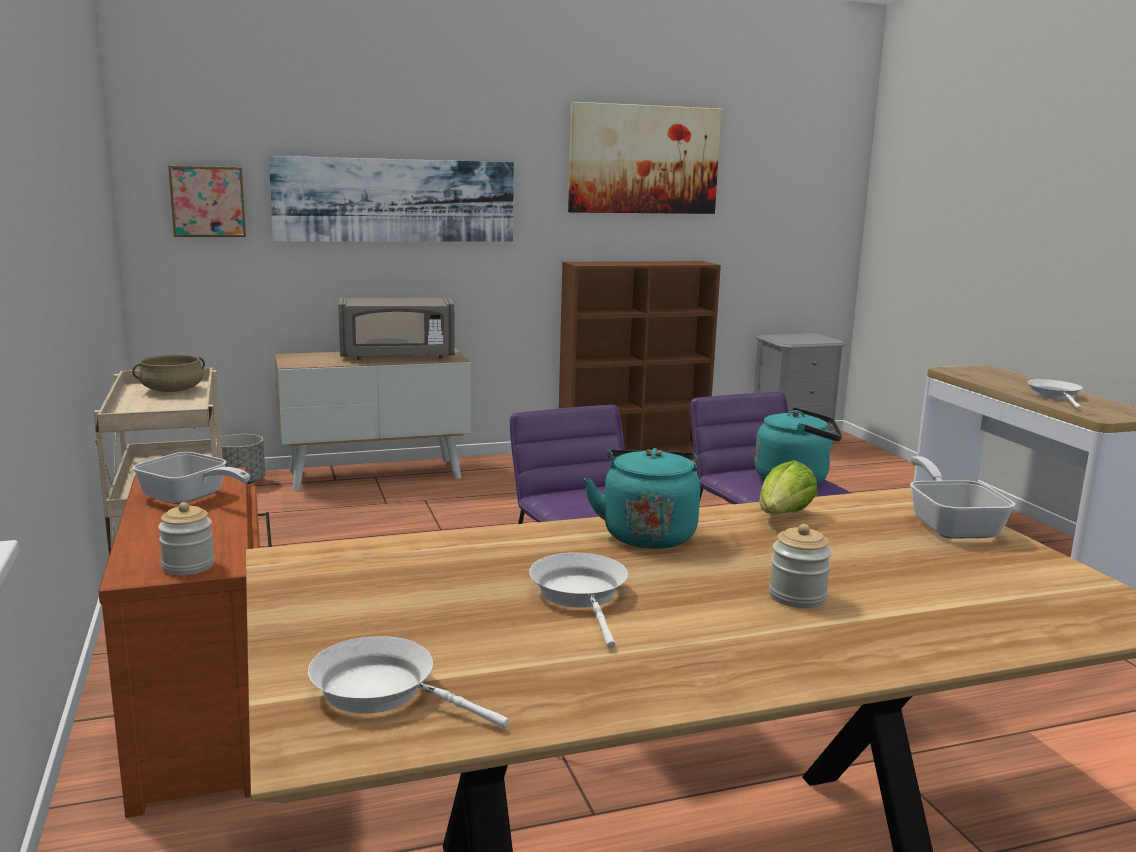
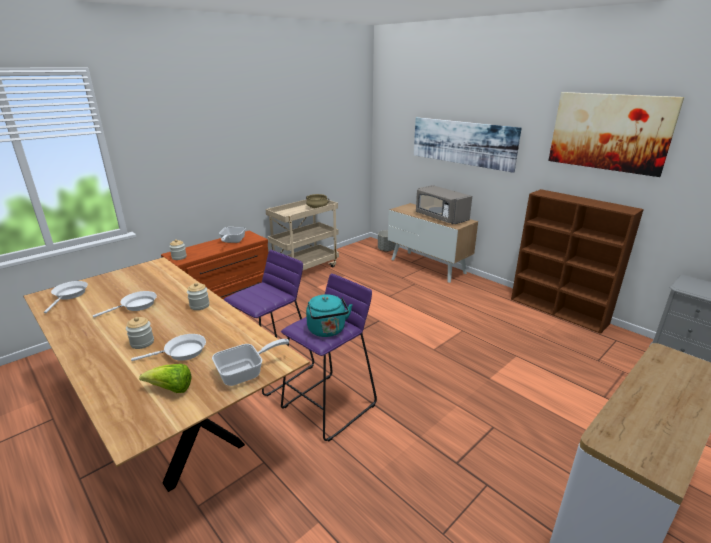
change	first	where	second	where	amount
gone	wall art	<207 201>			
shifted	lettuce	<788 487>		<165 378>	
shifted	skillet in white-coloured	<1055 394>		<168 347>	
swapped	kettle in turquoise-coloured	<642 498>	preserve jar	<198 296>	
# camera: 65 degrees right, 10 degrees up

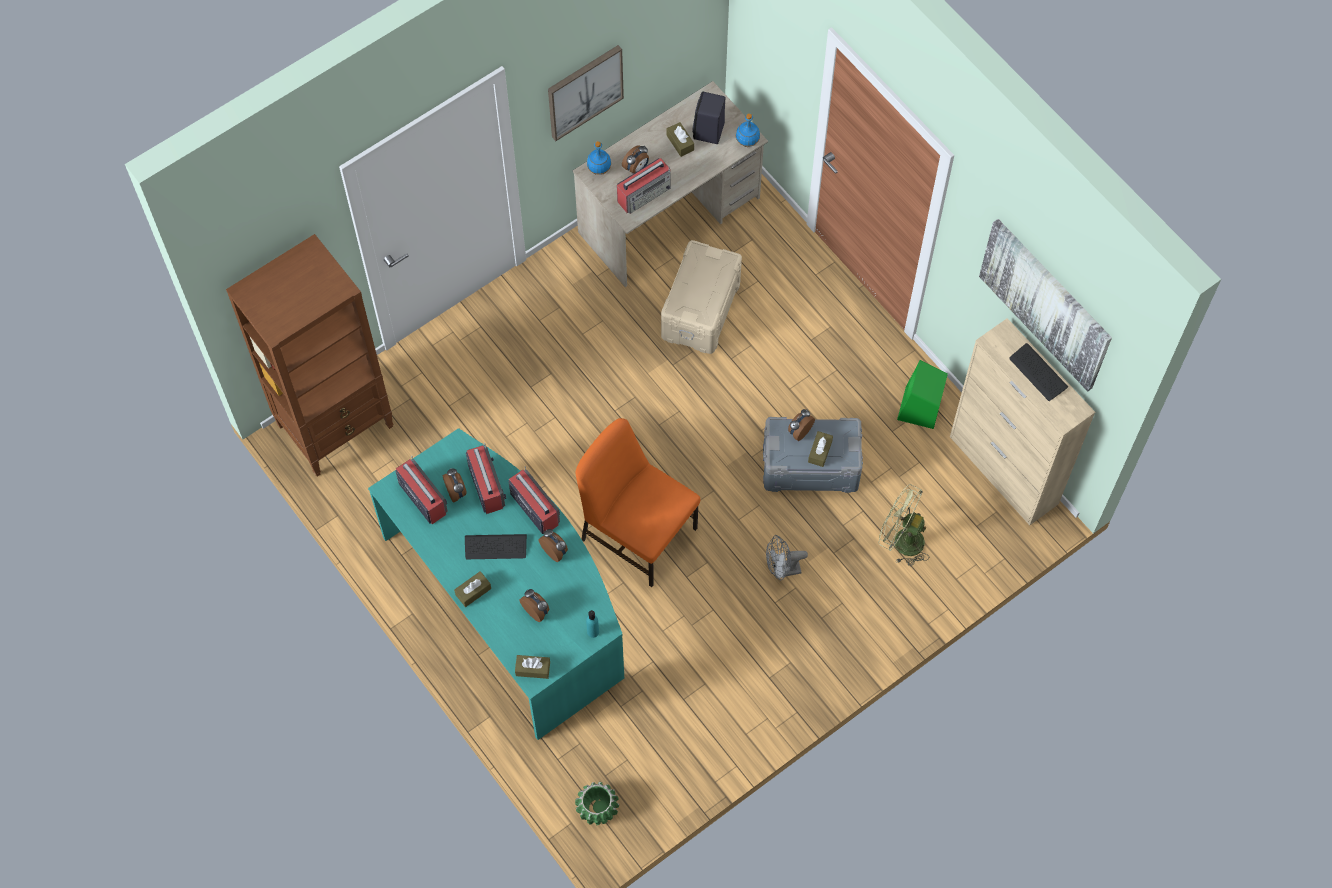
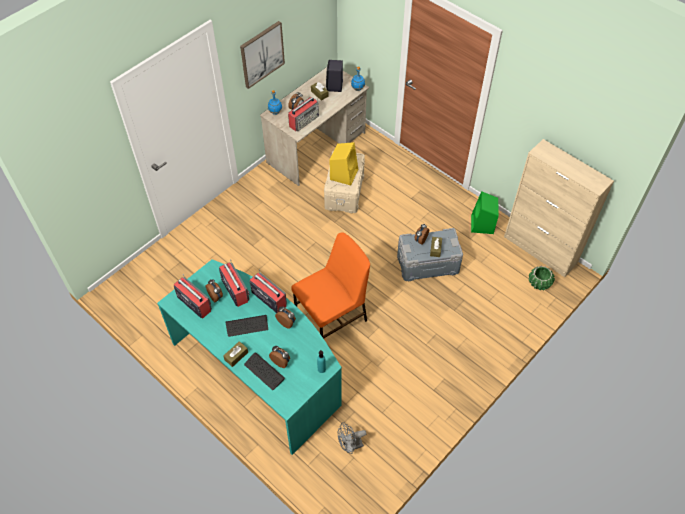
change	first	where	second	where	amount
gone	bookcase in brown-coloured	<309 355>			
gone	box of tissues in brown-coloured	<532 667>			
gone	cooling fan in green	<904 525>			
gone	wall art	<1045 305>			
new			loudspeaker in yellowish	<344 163>	
shifted	plant pot in green	<597 803>		<542 278>	
shifted	cooling fan in gray	<787 557>		<352 438>	
shifted	PC keyboard	<1038 372>		<264 371>	
rotated	upright chair in orange	<637 502>		<330 285>	120 degrees clockwise
# camera: 10 degrees left, 10 degrees down

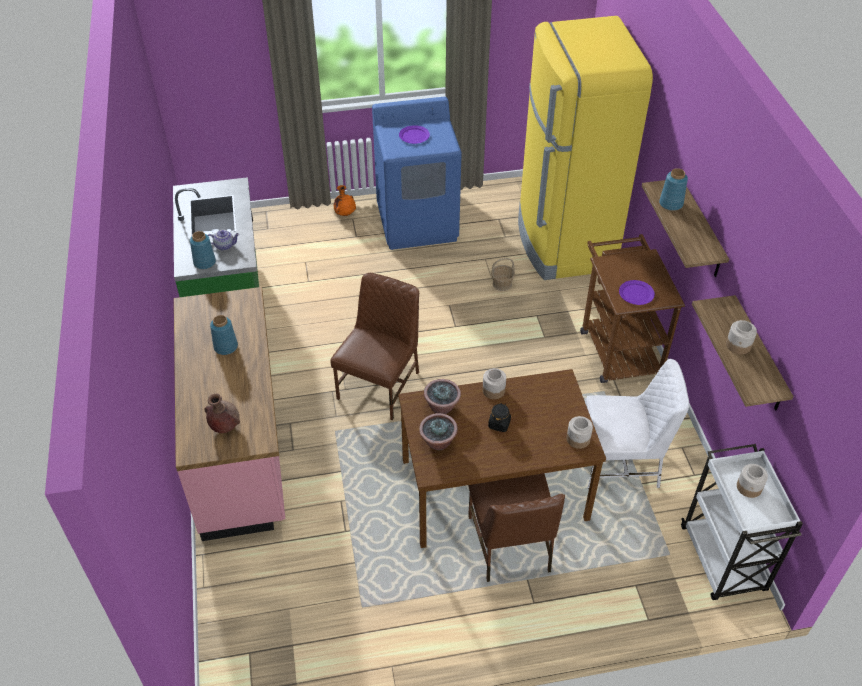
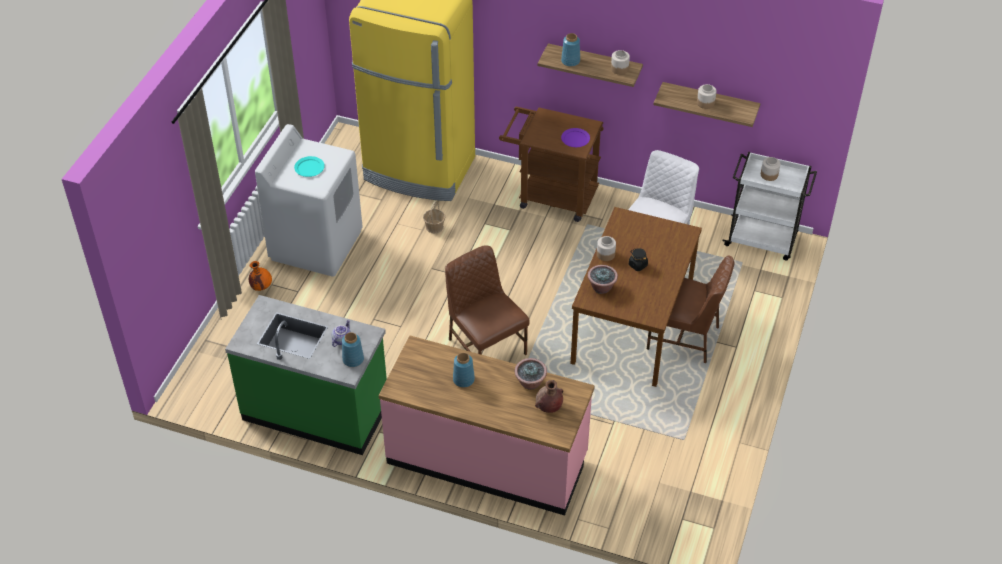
change	first	where	second	where	amount
shifted	houseplant	<438 431>		<531 374>	
shifted	preserve jar	<580 432>		<620 62>	
repainted	washing machine in blue-coloured	<417 173>	washing machine in white-coloured	<309 200>	
repainted	dinner plate in purple	<414 134>	dinner plate in turquoise-coloured	<309 166>	
# camera: 60 degrees left, 0 degrees up

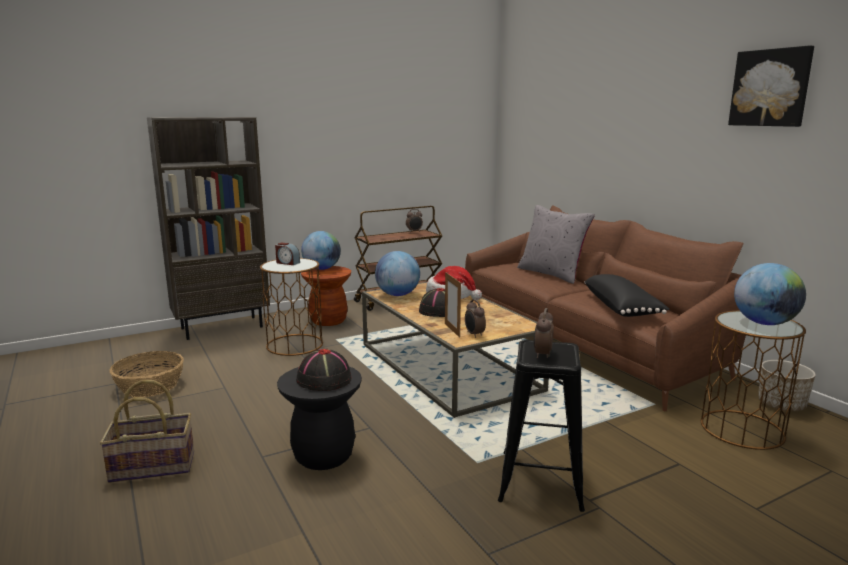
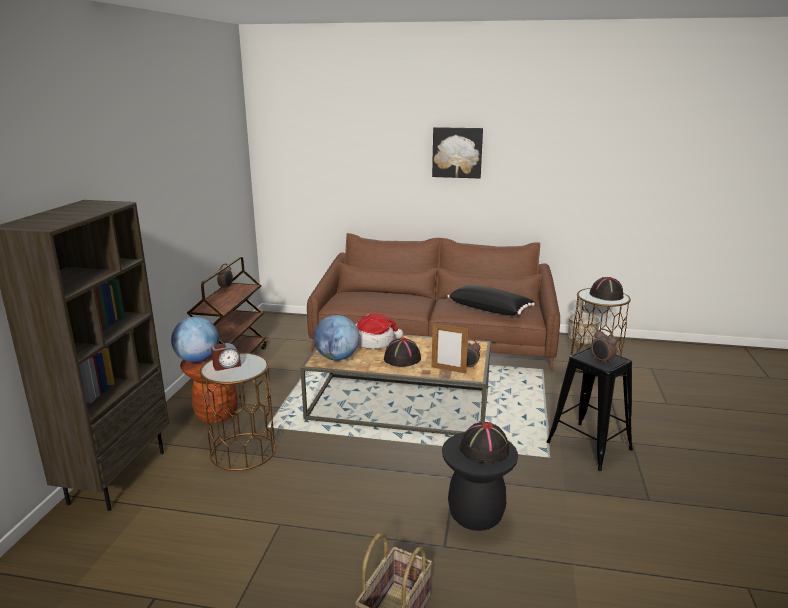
change	first	where	second	where	amount
gone	basket	<147 374>			
gone	throw pillow in gray	<556 244>			
shifted	wall art	<771 86>		<457 153>	
swapped	globe	<770 294>	clothing hat in black-coloured	<606 289>	
# camera: 50 degrees left, 5 degrees up

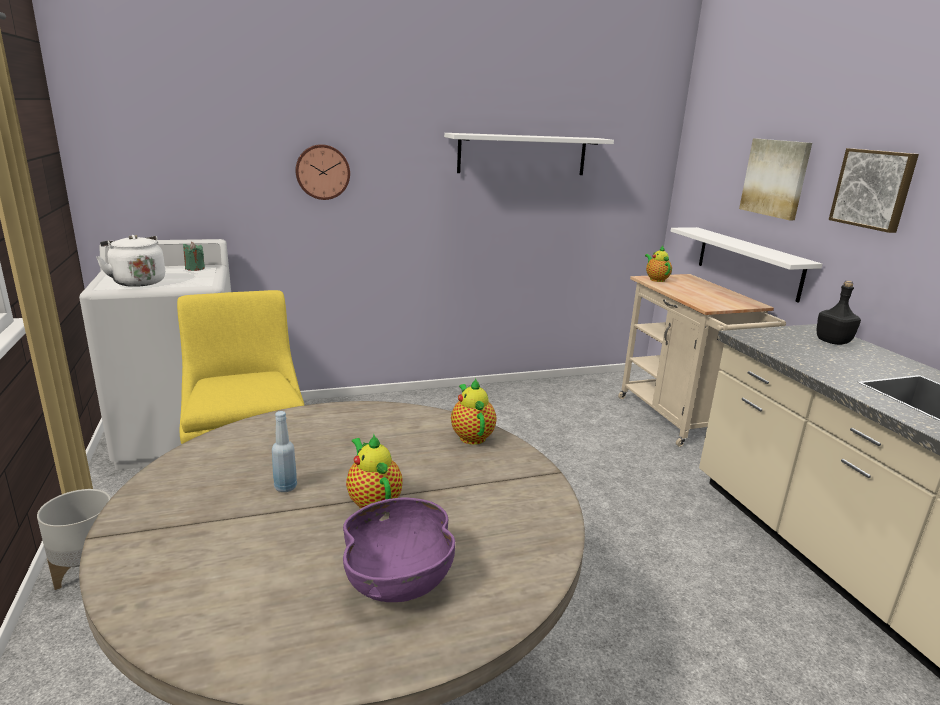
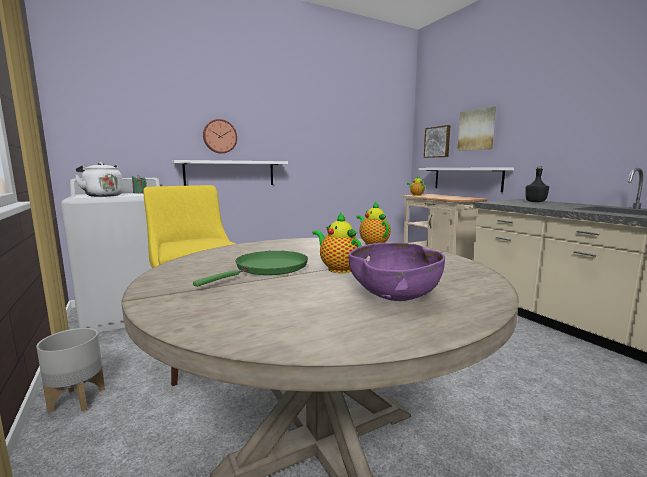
change	first	where	second	where	amount
shifted	shelf in white-coloured	<529 154>		<230 173>	
shifted	wall art	<874 190>		<437 141>	
swapped	beverage bottle in blue-coloured	<284 451>	skillet in green	<250 269>	
# camera: 10 degrees left, 10 degrees down

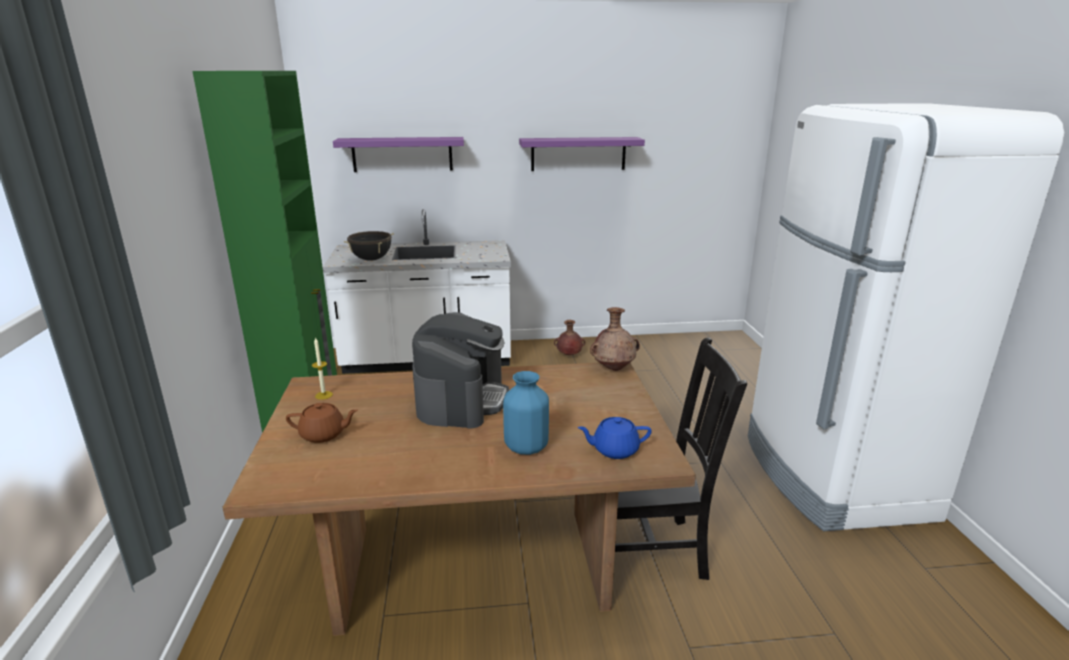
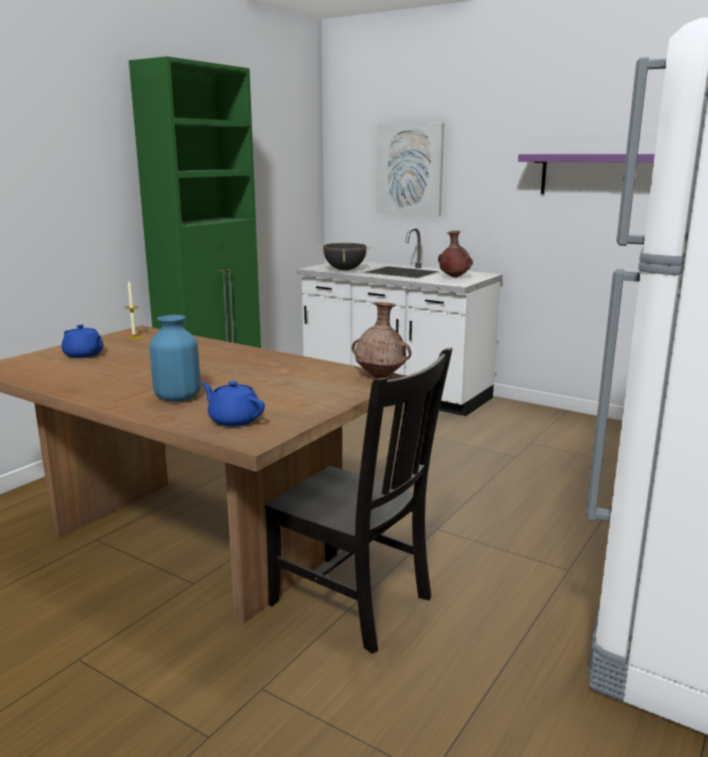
change	first	where	second	where	amount
gone	coffee maker	<460 370>			
shifted	decorative vase in brown-coloured	<569 337>		<455 254>	
swapped	shelf in purple	<398 154>	wall art	<410 170>	
repainted	pot for tea in brown-coloured	<322 423>	pot for tea in blue-coloured	<82 341>	
# camera: 40 degrees right, 5 degrees down

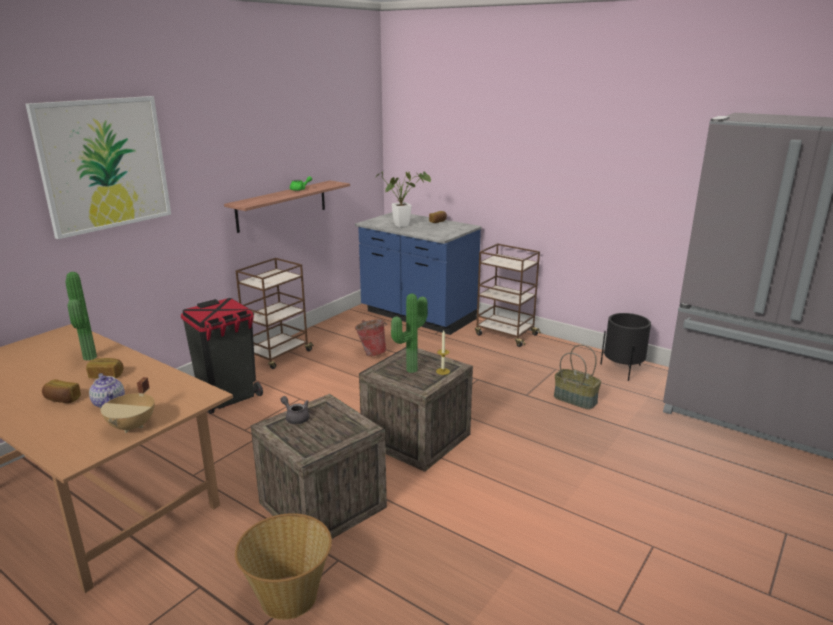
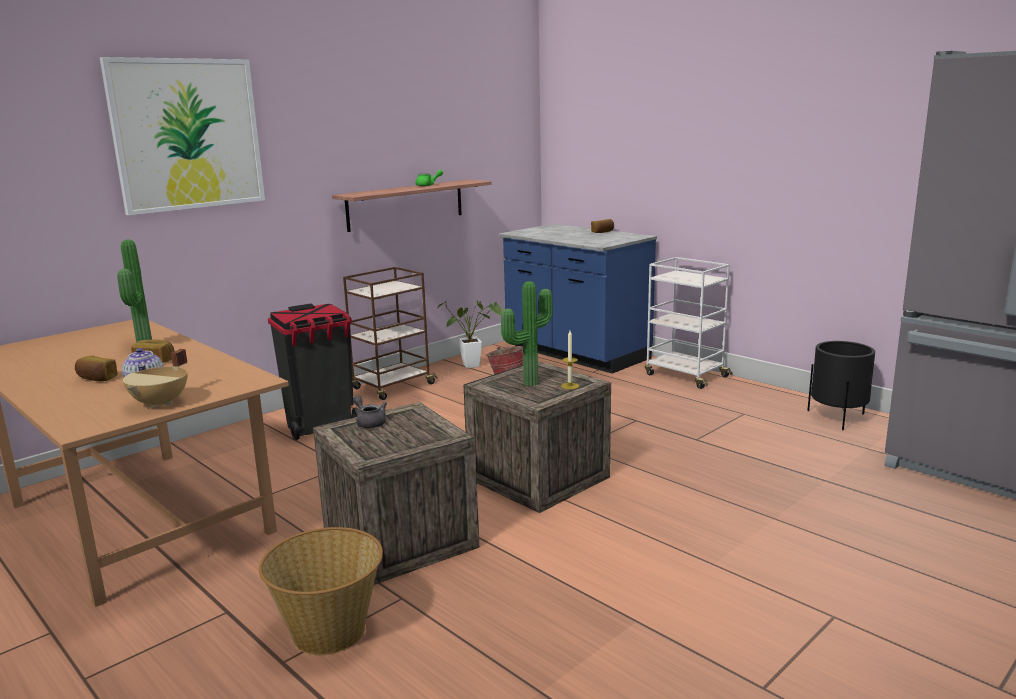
change	first	where	second	where	amount
gone	basket	<577 377>			
shifted	houseplant	<403 199>		<469 334>	
repainted	trolley in brown-coloured	<508 295>	trolley in white-coloured	<688 323>	
# camera: 10 degrees right, 5 degrees down

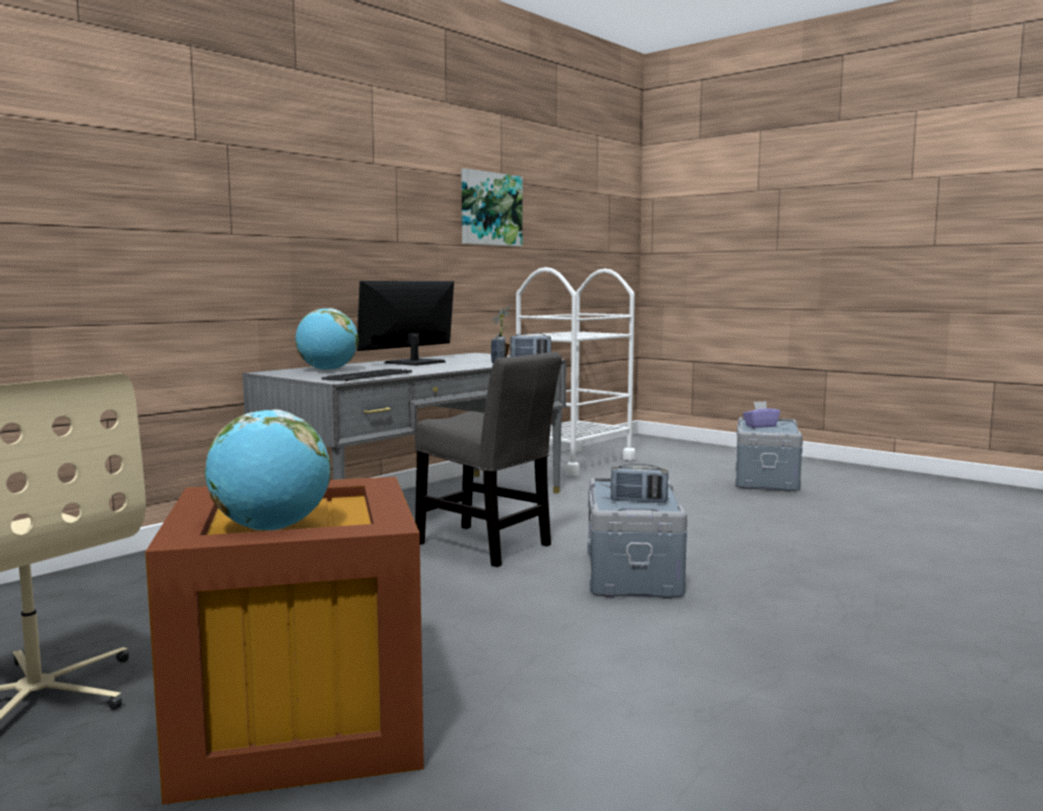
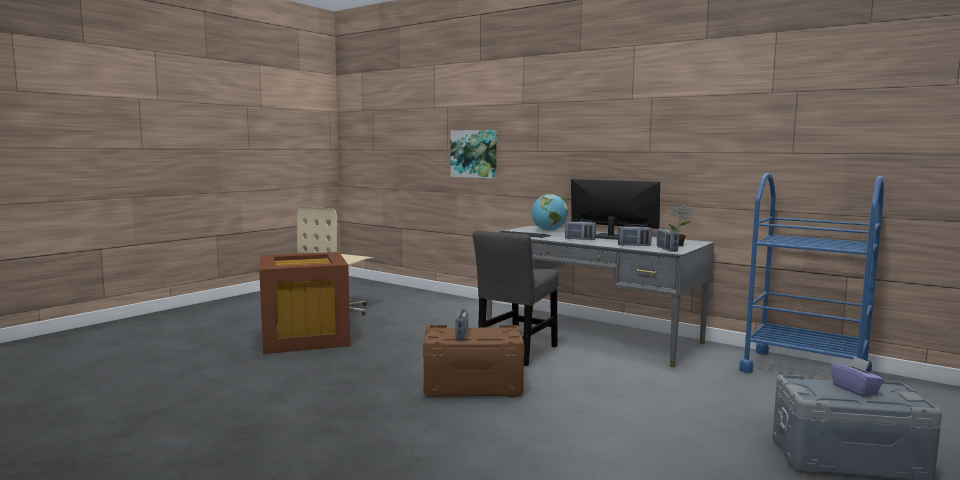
change	first	where	second	where	amount
gone	globe	<268 470>			
new			radio	<580 229>	
shifted	wall art	<491 207>		<474 154>	
repainted	trolley in white-coloured	<576 371>	trolley in blue-coloured	<811 273>	
repainted	storage container in gray	<637 538>	storage container in brown-coloured	<473 361>	
# camera: 85 degrees right, 0 degrees up

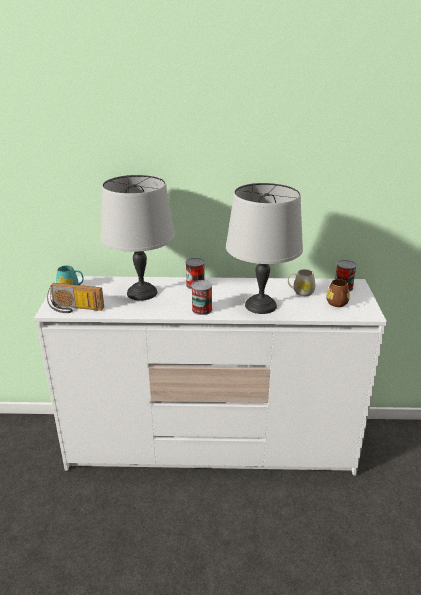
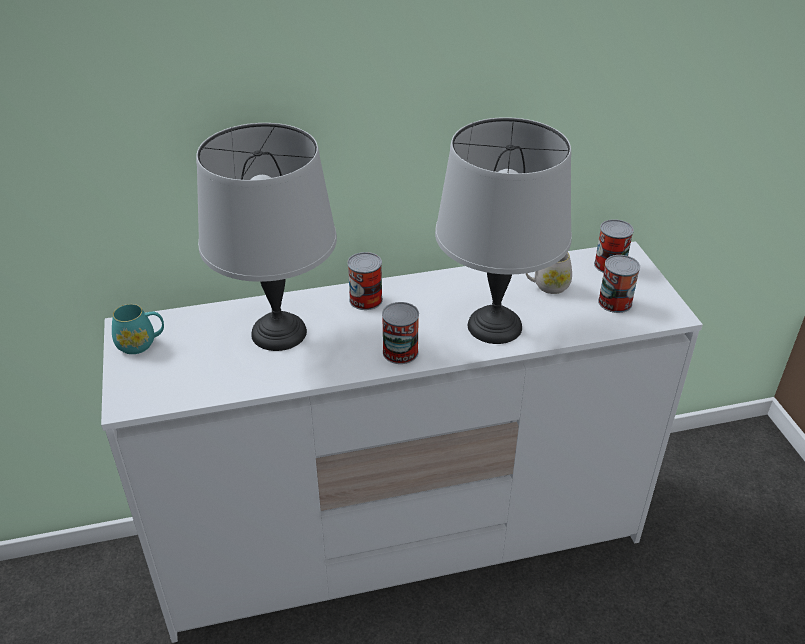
change	first	where	second	where	amount
gone	radio	<75 298>			
swapped	coffee mug in brown-coloured	<338 293>	can	<619 284>	
# camera: 15 degrees left, 10 degrees up

